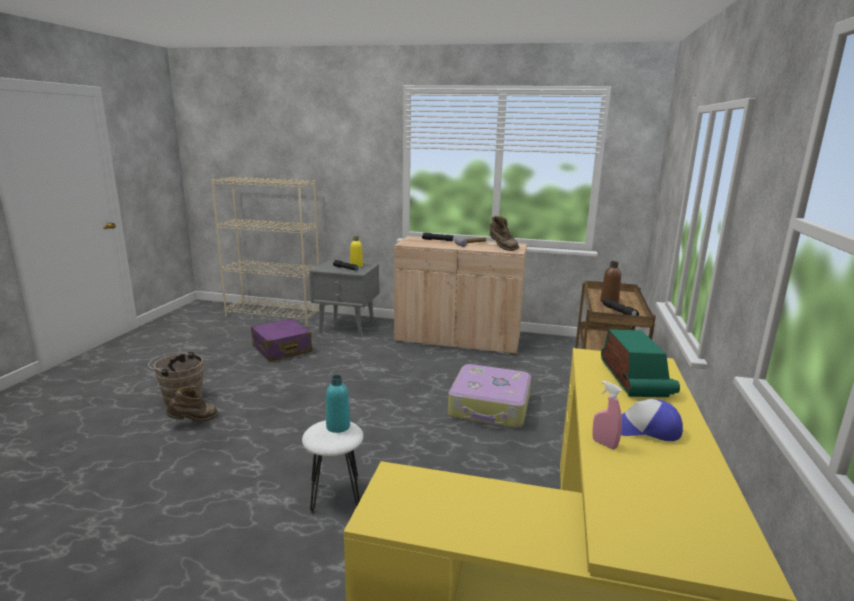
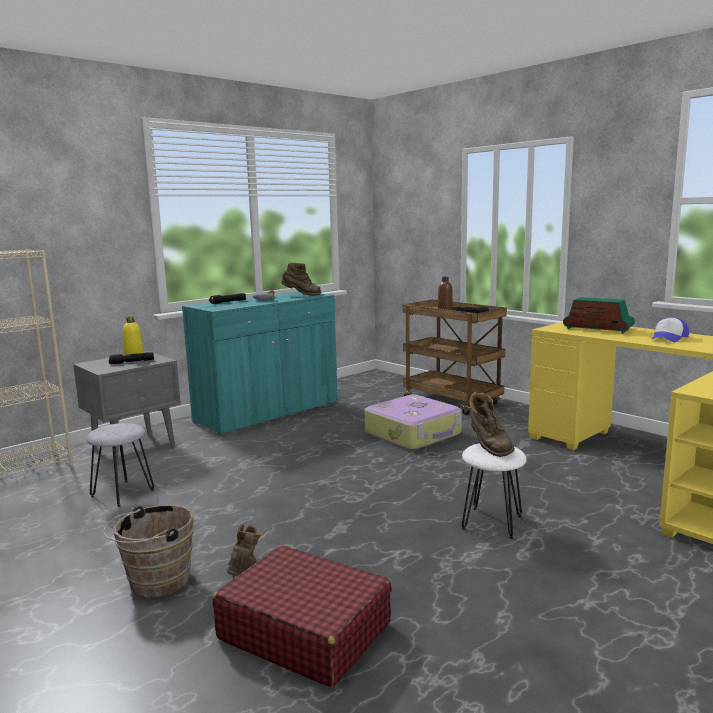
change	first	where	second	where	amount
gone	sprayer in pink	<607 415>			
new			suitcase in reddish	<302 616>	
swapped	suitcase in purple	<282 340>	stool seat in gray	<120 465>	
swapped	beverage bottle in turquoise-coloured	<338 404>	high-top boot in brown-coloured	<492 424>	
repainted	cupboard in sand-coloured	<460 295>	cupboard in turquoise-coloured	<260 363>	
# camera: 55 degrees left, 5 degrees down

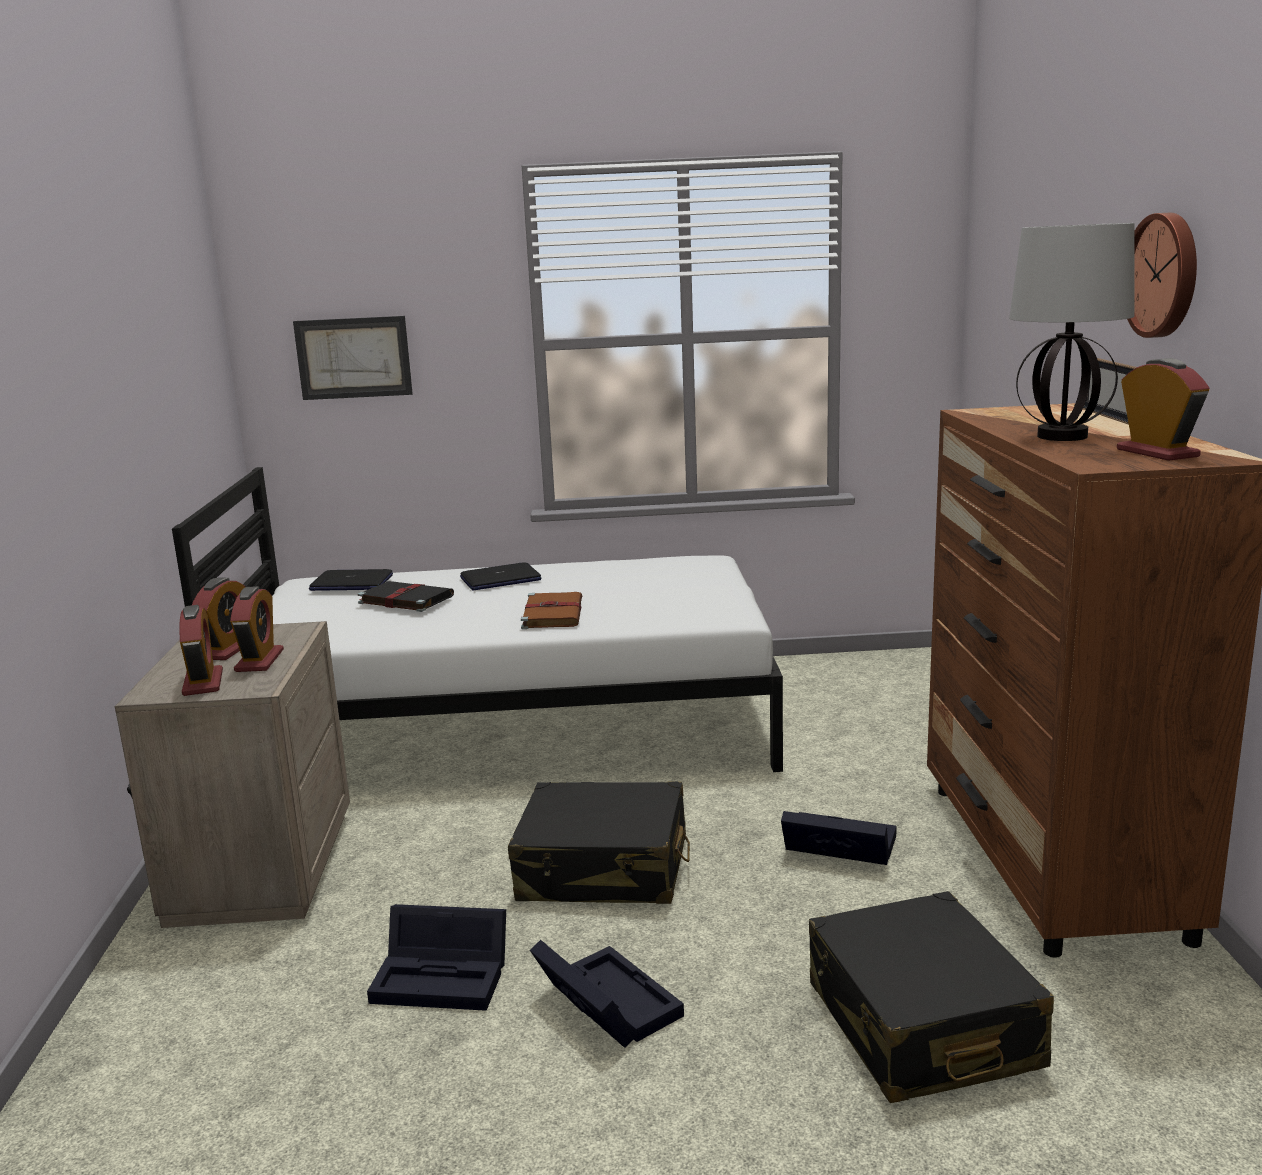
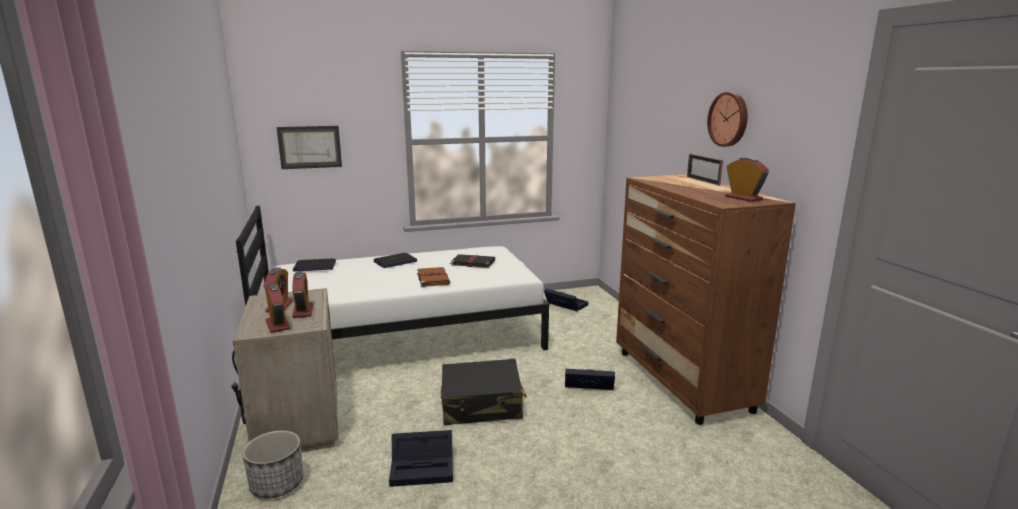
change	first	where	second	where	amount
gone	suitcase in black-coloured	<931 997>			
gone	tabletop lamp	<1072 332>			
new			plant pot	<272 464>	
shifted	bound book in black-coloured	<406 596>		<472 261>	
shifted	storage container in black-coloured	<607 994>		<566 299>	
# camera: 15 degrees left, 0 degrees up

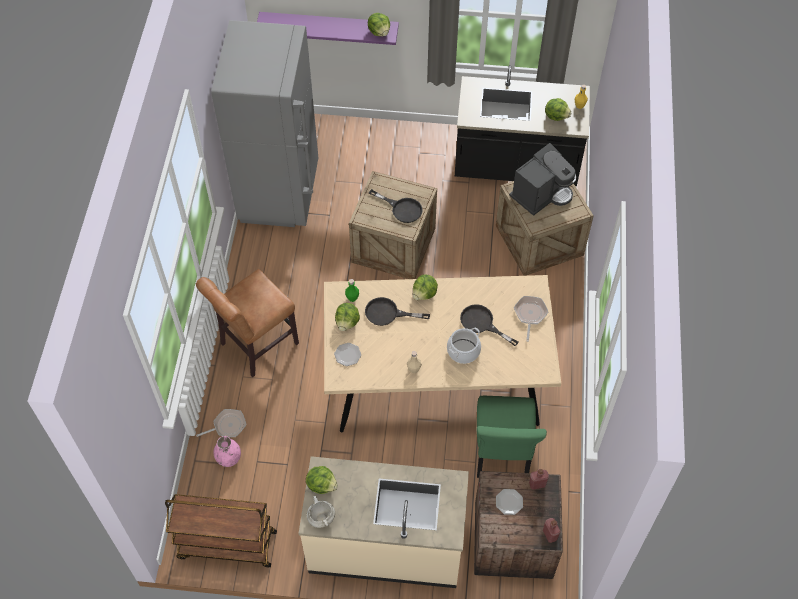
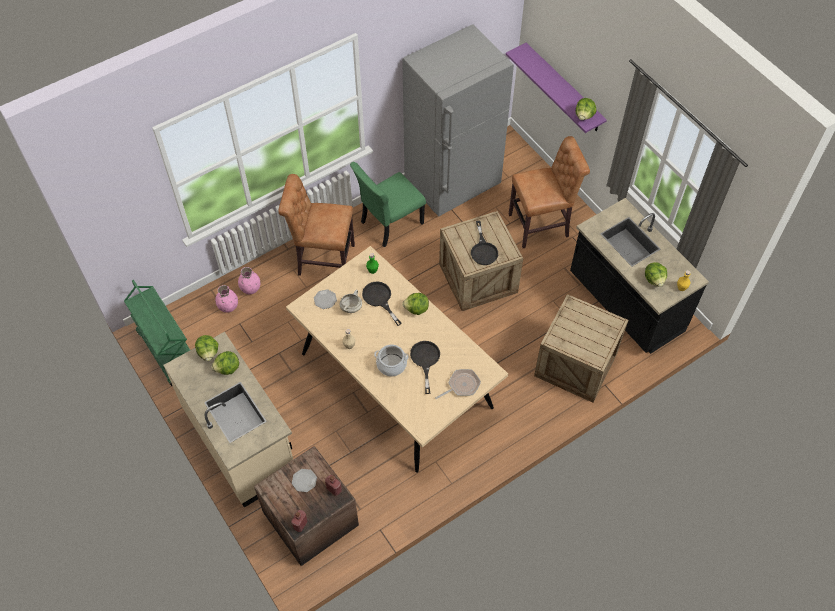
change	first	where	second	where	amount
gone	coffee maker	<542 179>			
new			upright chair in brown-coloured	<549 192>	
shifted	cooking pot in white-coloured	<321 512>		<351 301>	
shifted	lettuce	<347 317>		<225 363>	
shifted	upright chair in green	<511 437>		<388 204>	
swapped	skillet	<221 423>	decorative vase in pink	<249 280>	
repainted	trolley in brown-coloured	<221 530>	trolley in green	<157 333>	
# camera: 50 degrees right, 0 degrees up

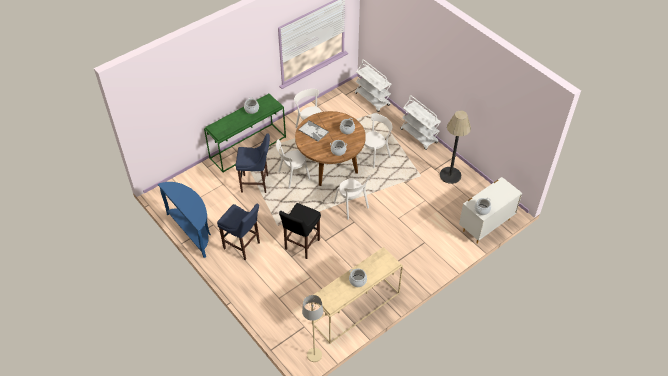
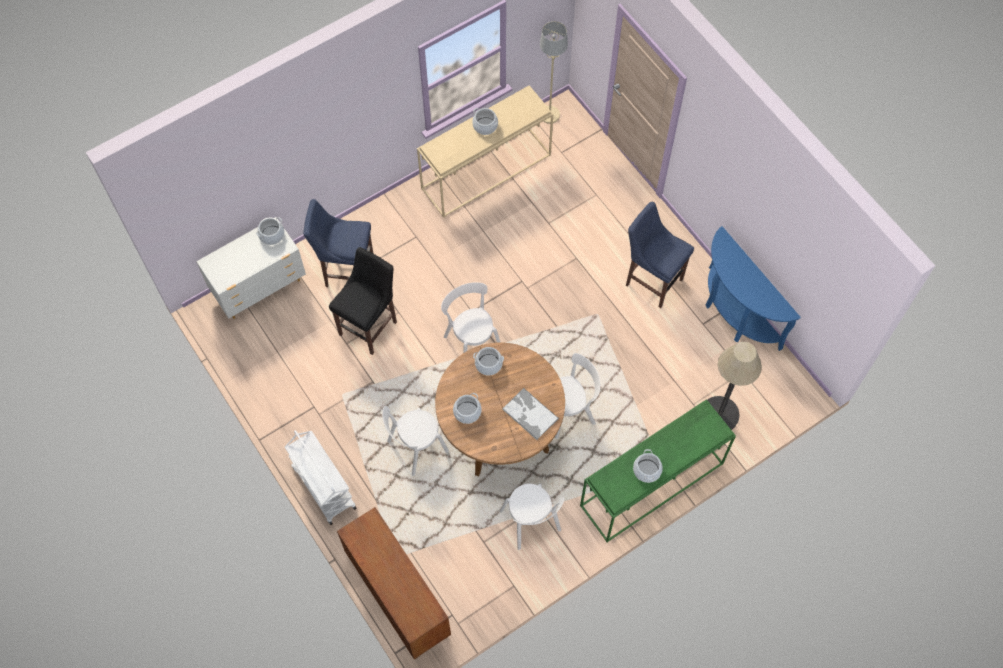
change	first	where	second	where	amount
shifted	stool seat in blue-coloured	<252 163>		<338 243>	
shifted	stool seat in black-coloured	<300 231>		<363 301>	
shifted	floor lamp	<455 147>		<735 386>	
swapped	trolley in white-coloured	<373 85>	cupboard in brown-coloured	<394 583>	
# camera: 175 degrees left, 15 degrees up

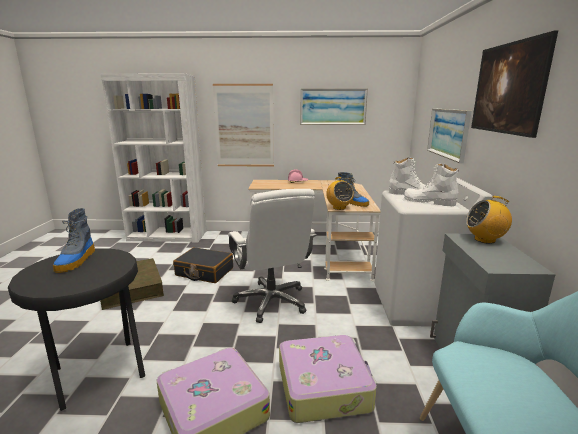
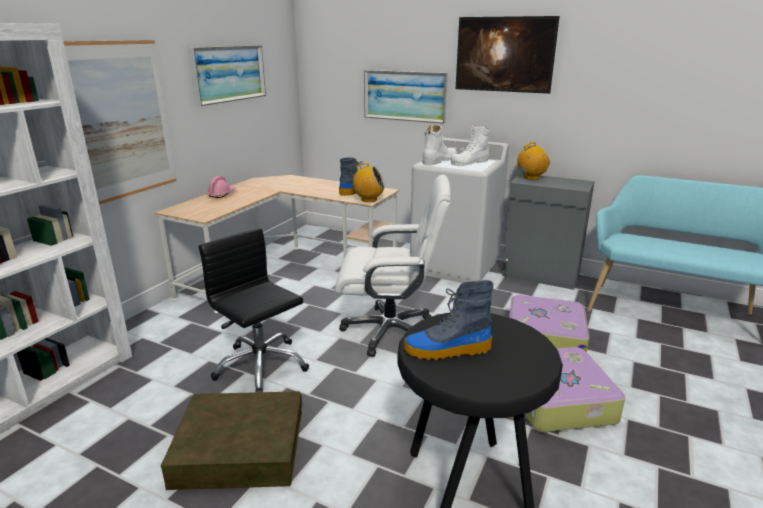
change	first	where	second	where	amount
swapped	suitcase in black-coloured	<203 265>	office chair in black-coloured	<254 310>	
rotated	high-top boot	<74 240>		<448 320>	150 degrees clockwise
rotated	radio	<489 220>		<533 161>	135 degrees counterclockwise
# camera: 65 degrees left, 5 degrees up

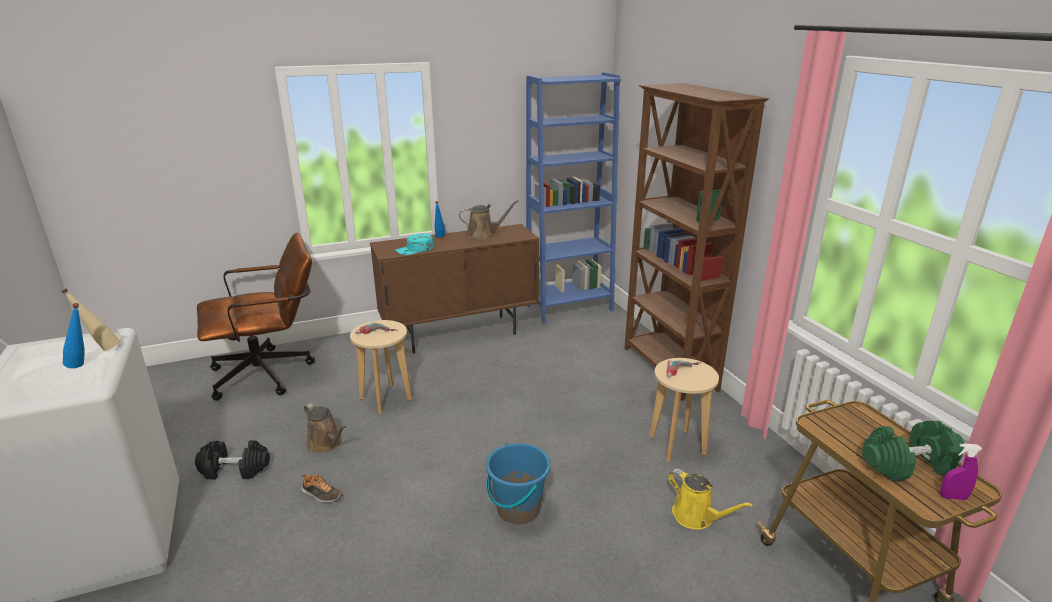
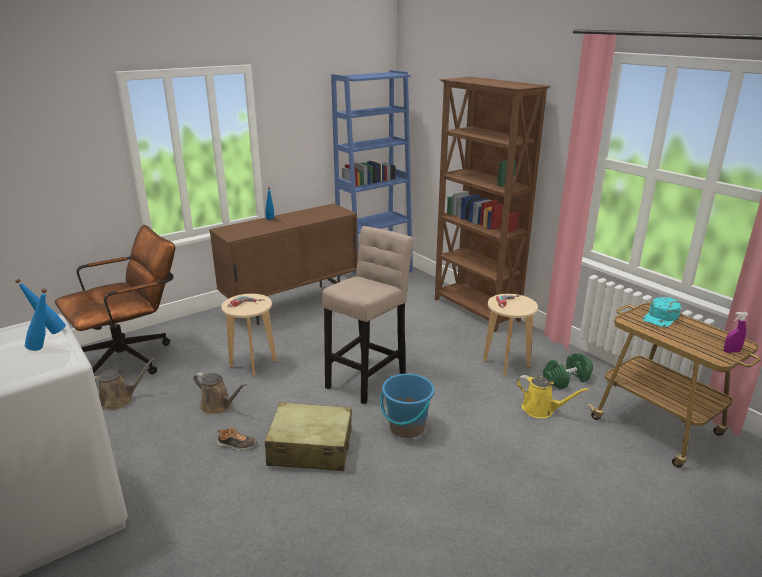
change	first	where	second	where	amount
gone	hand weight in black-coloured	<232 459>			
new			suitcase in sand-coloured	<308 436>	
new			stool seat in sand-coloured	<368 315>	
shifted	peaked cap in turquoise-coloured	<415 244>		<662 312>	
shifted	watering pot in brown-coloured	<489 220>		<124 384>	
shifted	hand weight in green	<913 451>		<568 371>	
repainted	beverage bottle in sand-coloured	<90 319>	beverage bottle in blue-coloured	<40 306>	
# camera: 15 degrees left, 0 degrees up

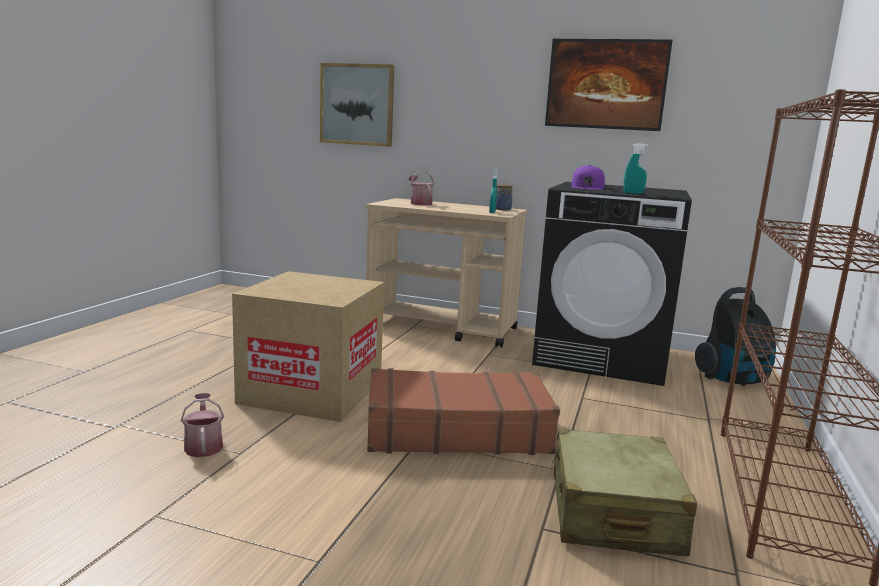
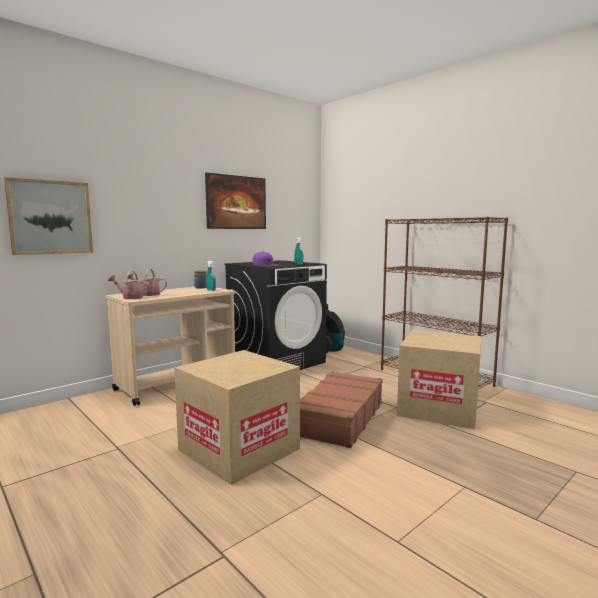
change	first	where	second	where	amount
shifted	watering pot	<202 425>		<128 285>	
swapped	suitcase in sand-coloured	<624 492>	carton	<439 379>	
# camera: 60 degrees left, 5 degrees down

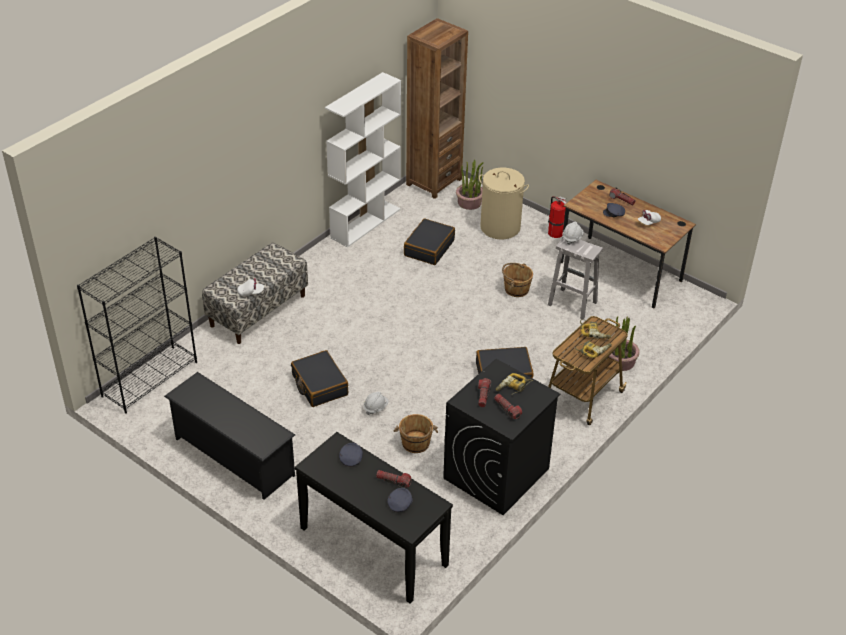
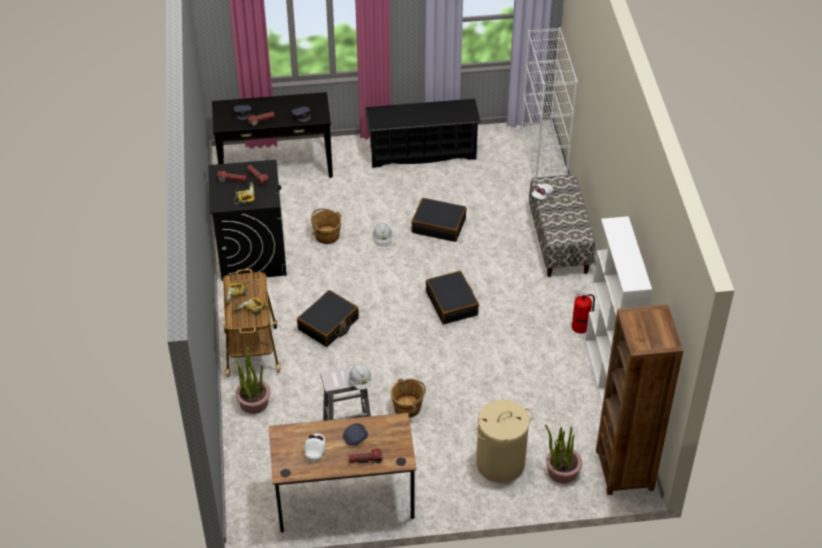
change	first	where	second	where	amount
shifted	suitcase in black-coloured	<429 241>		<452 297>	
shifted	fire-fighting cylinder	<557 217>		<583 312>	
repainted	bookcase in black-coloured	<137 325>	bookcase in white-coloured	<549 103>	
# camera: 135 degrees right, 5 degrees up

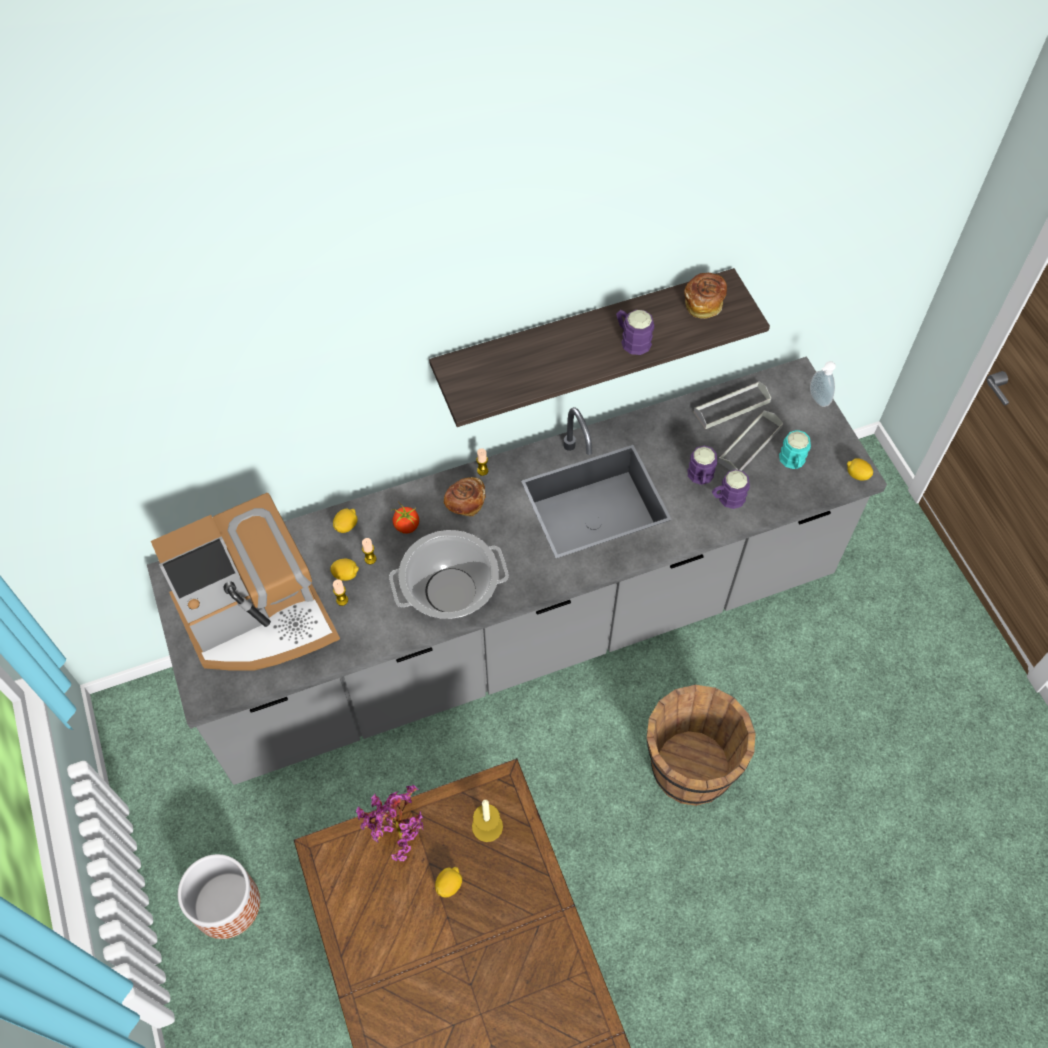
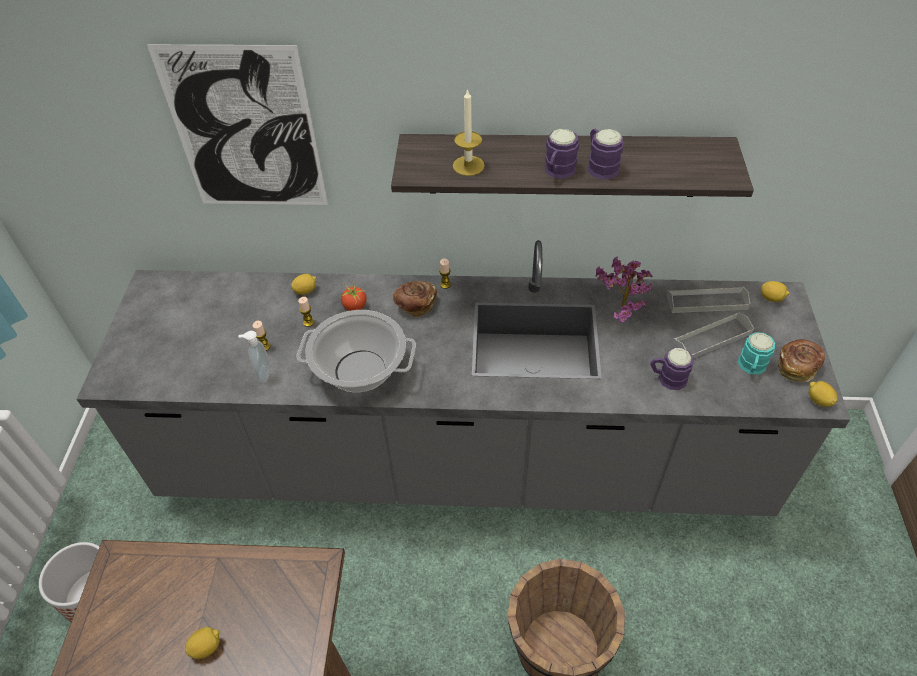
change	first	where	second	where	amount
gone	coffee maker	<245 581>			
new			wall art	<237 125>	
shifted	citrus fruit	<344 570>		<775 291>	
shifted	houseplant	<389 823>		<624 289>	
shifted	wax light	<487 821>		<469 132>	
shifted	baked bread	<705 296>		<801 360>	
shifted	coffee mug in purple	<702 465>		<561 154>	
shifted	soap dispenser	<823 384>		<254 357>	
# camera: 25 degrees right, 10 degrees down

